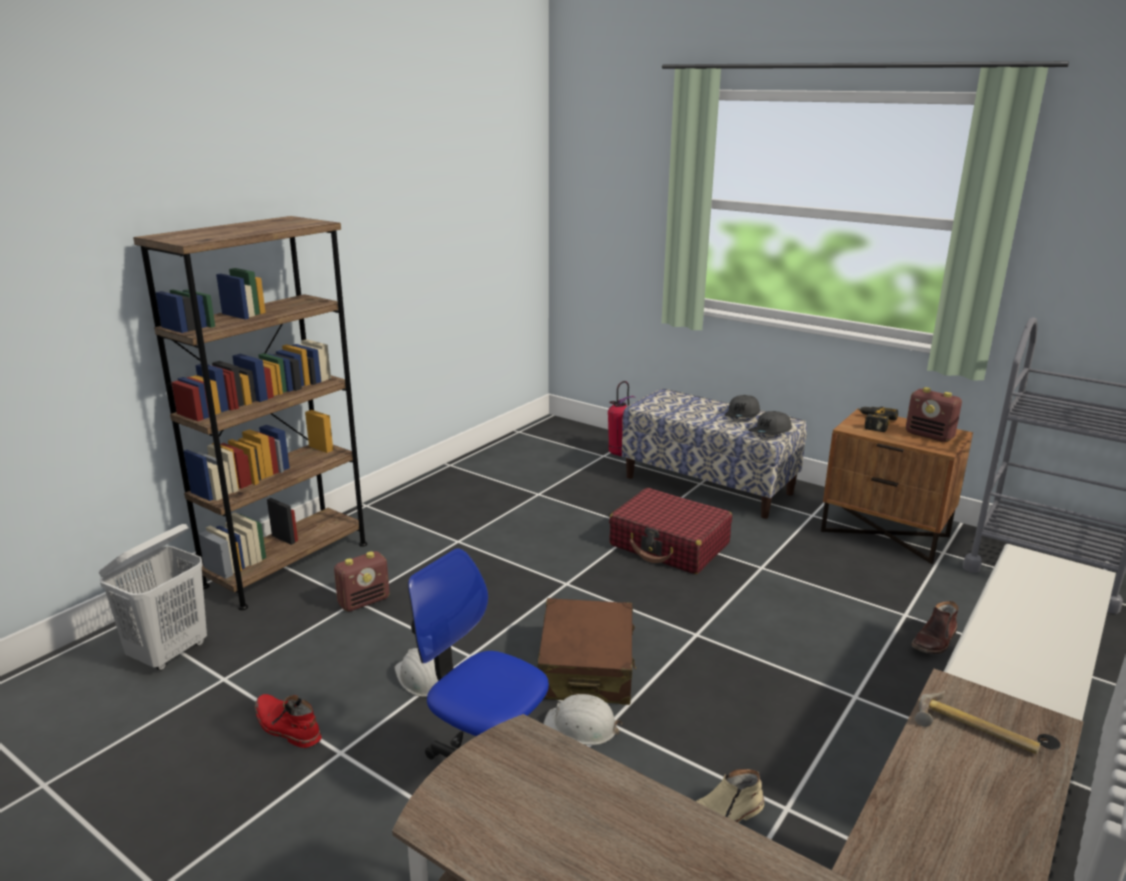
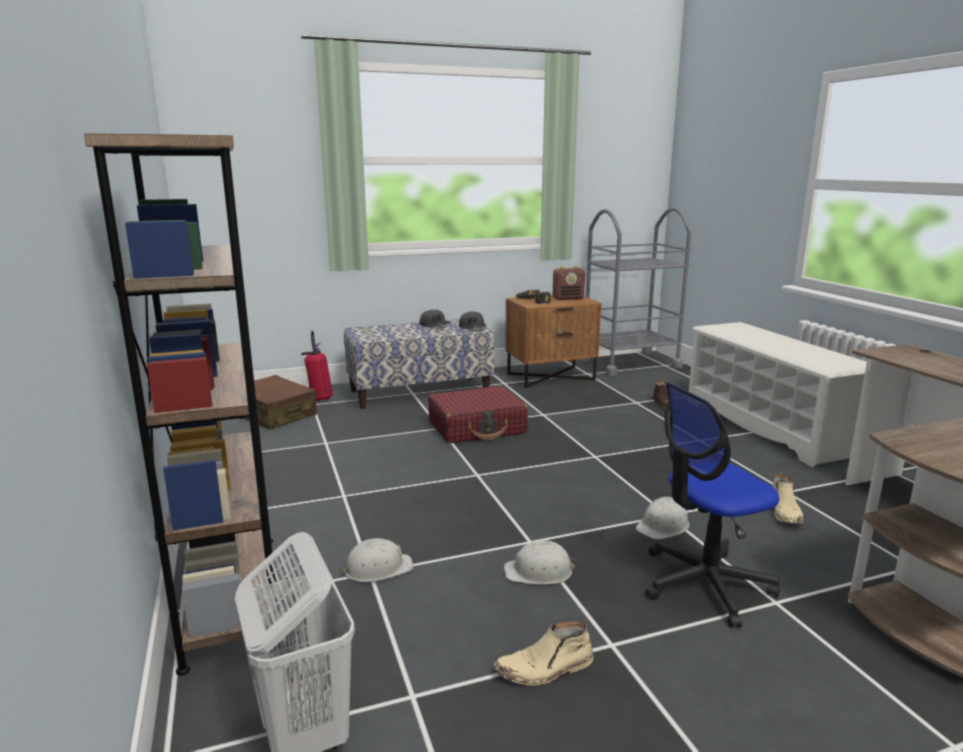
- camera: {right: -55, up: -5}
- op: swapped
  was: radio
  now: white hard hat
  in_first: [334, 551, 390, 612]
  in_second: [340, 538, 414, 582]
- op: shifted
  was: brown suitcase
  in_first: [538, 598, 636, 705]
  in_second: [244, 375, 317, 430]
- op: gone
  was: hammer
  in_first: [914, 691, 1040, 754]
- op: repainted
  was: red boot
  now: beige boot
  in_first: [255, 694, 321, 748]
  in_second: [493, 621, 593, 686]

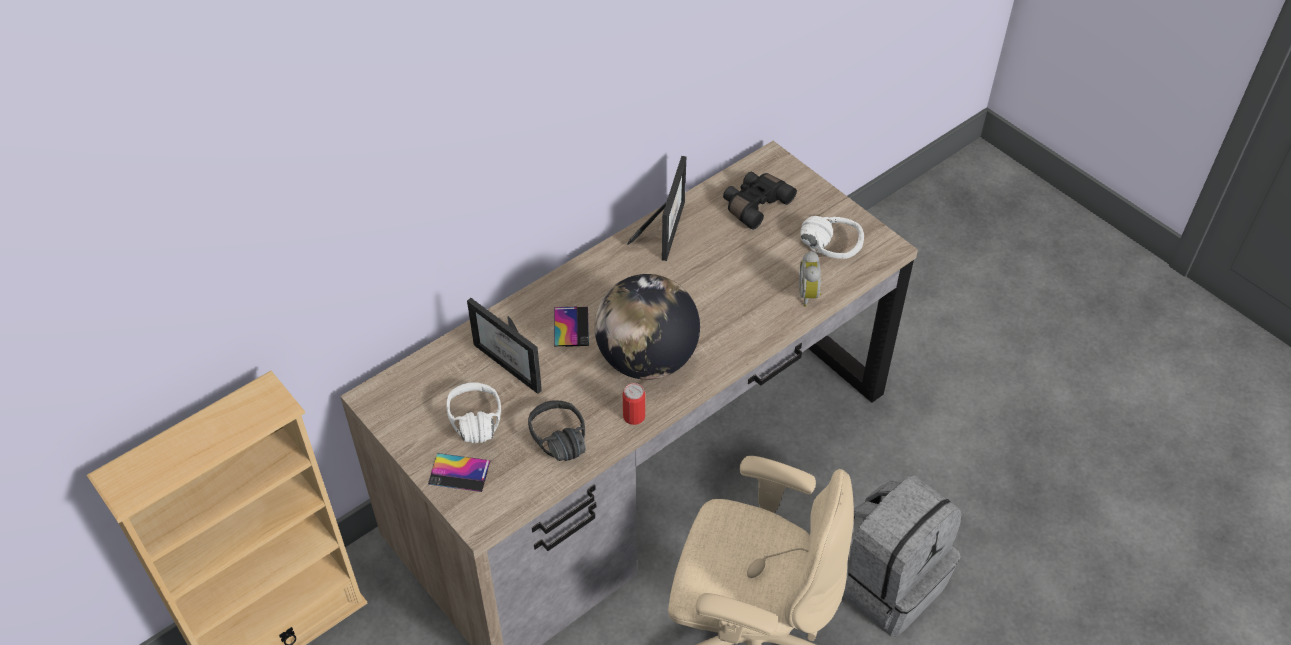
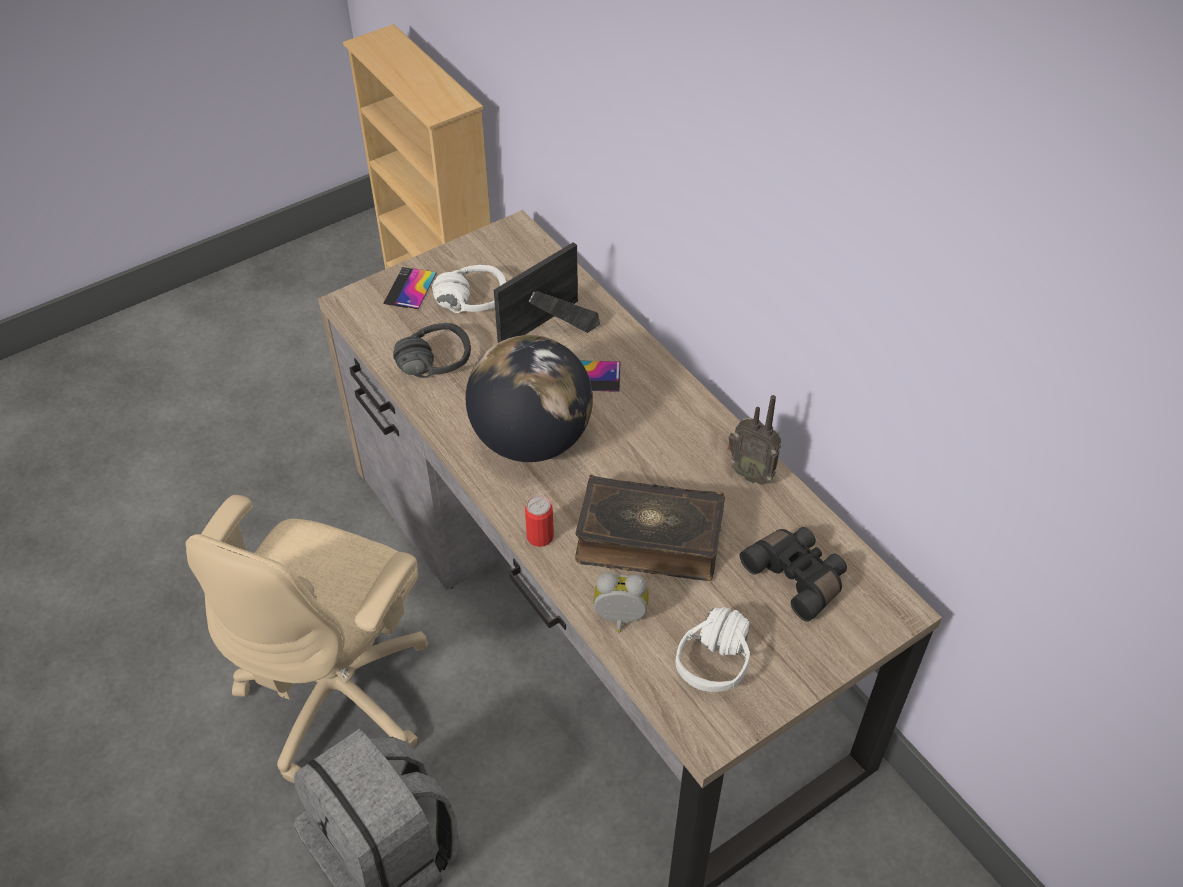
- camera: {right: 95, up: 0}
- op: swapped
  was: picture frame
  now: radio
  in_first: [627, 156, 686, 261]
  in_second: [728, 395, 781, 485]
- op: shifted
  was: can
  in_first: [623, 383, 645, 425]
  in_second: [525, 495, 554, 547]
- op: new
  now: book
  in_second: [575, 475, 725, 581]

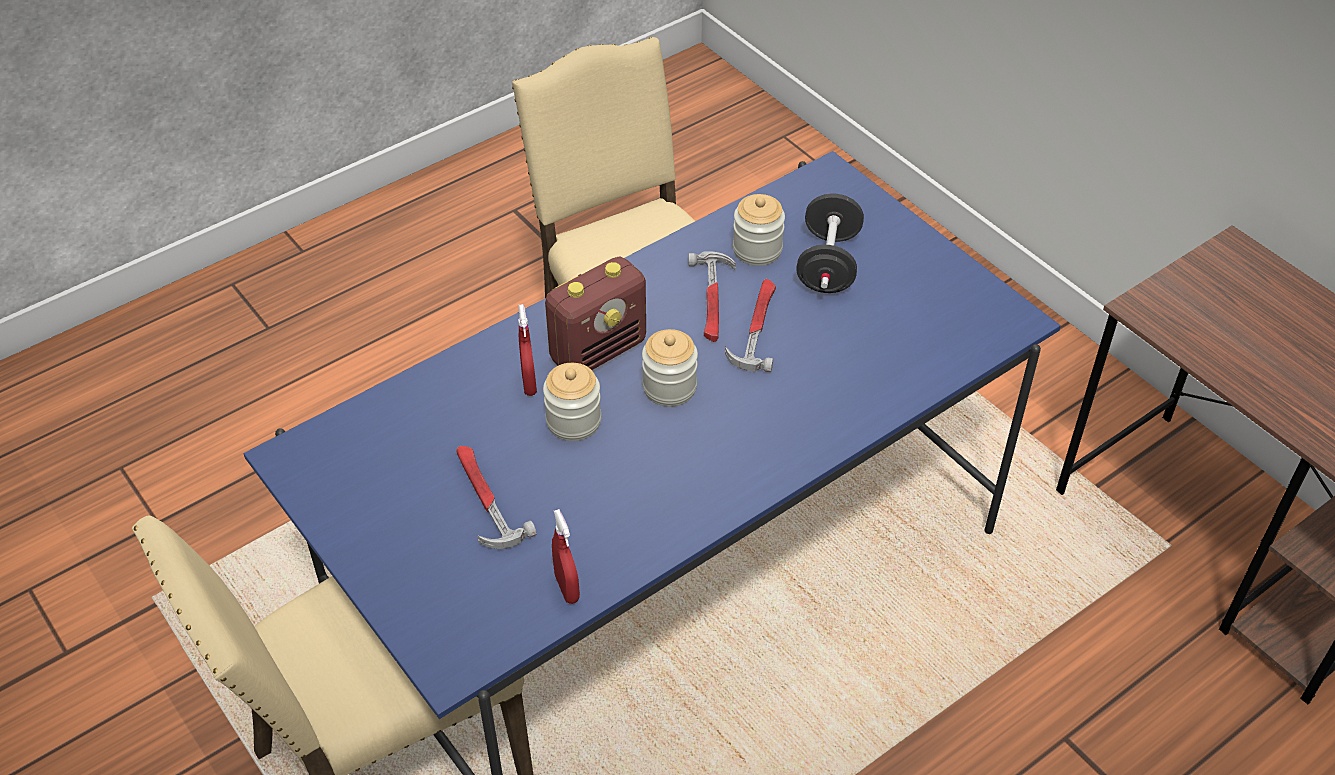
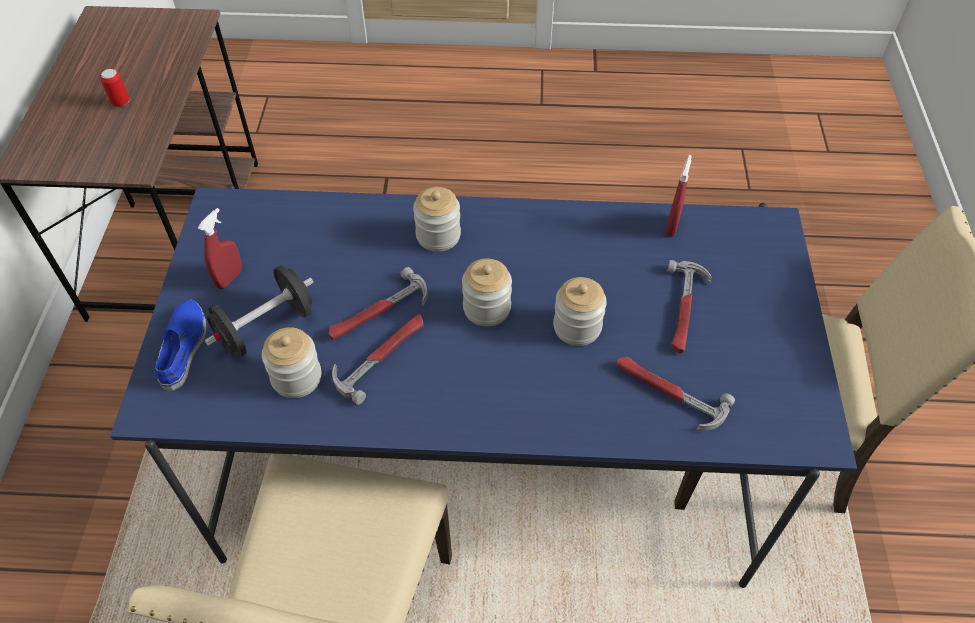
- camera: {right: -140, up: 5}
- op: gone
  was: radio
  in_first: [545, 256, 646, 370]
- op: shifted
  was: red spray bottle
  in_first: [518, 304, 537, 396]
  in_second: [198, 208, 242, 289]
- op: new
  now: can
  in_second: [100, 69, 129, 107]
- op: new
  now: jar
  in_second: [413, 187, 461, 252]
- op: new
  now: blue shoe
  in_second: [155, 299, 206, 391]
- op: new
  now: hammer
  in_second: [616, 357, 735, 431]

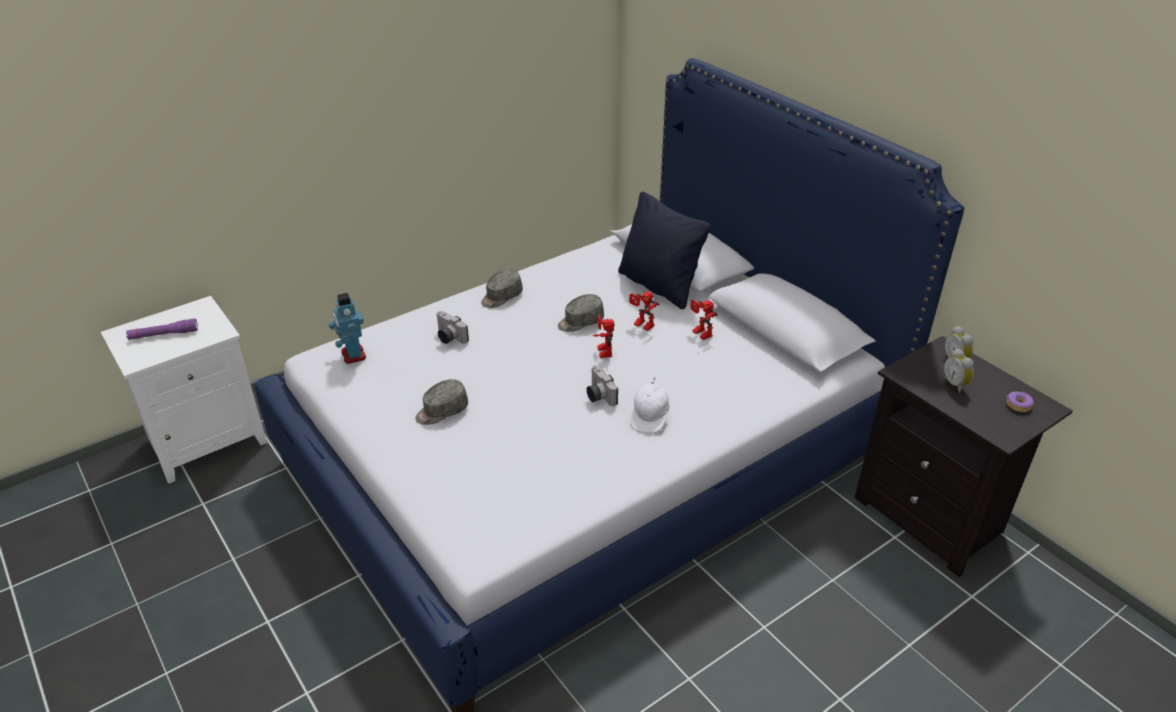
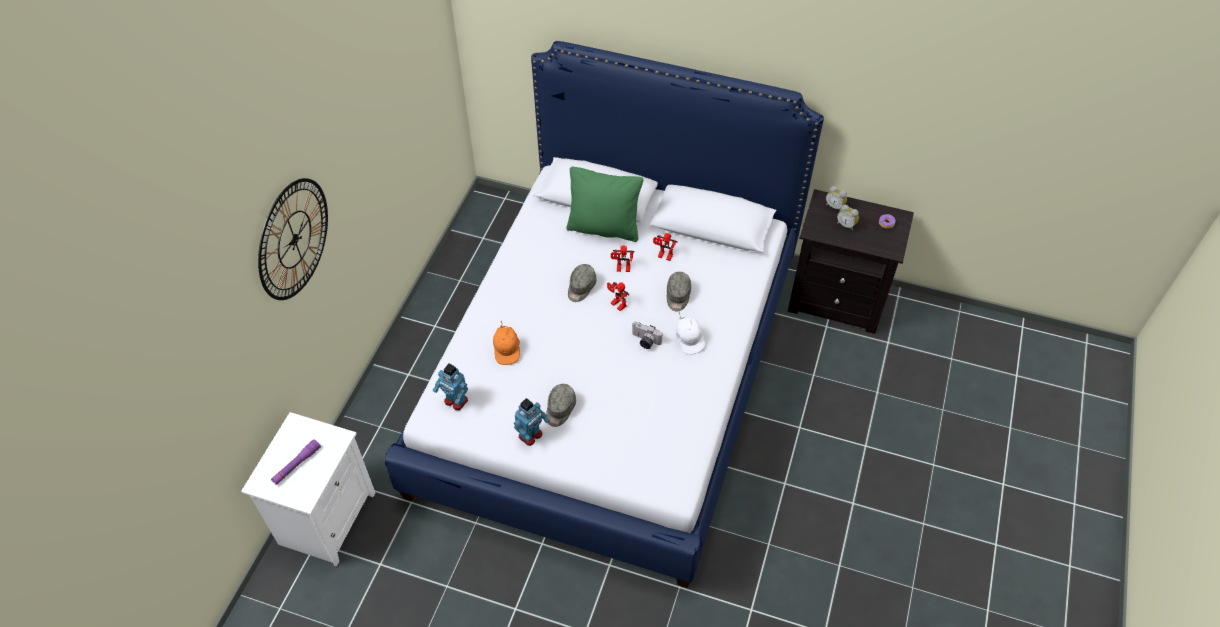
- camera: {right: -35, up: 15}
- op: repainted
  was: black pillow
  now: green pillow
  in_first: [618, 192, 711, 309]
  in_second: [566, 167, 643, 242]
- op: shifted
  was: grey cap
  in_first: [481, 269, 523, 308]
  in_second: [667, 272, 691, 311]
- op: swapped
  was: photo camera
  now: orange cap
  in_first: [436, 311, 469, 344]
  in_second: [493, 321, 520, 365]
- op: new
  now: wall clock
  in_second: [258, 178, 328, 300]
- op: new
  now: toy robot
  in_second: [514, 398, 550, 446]

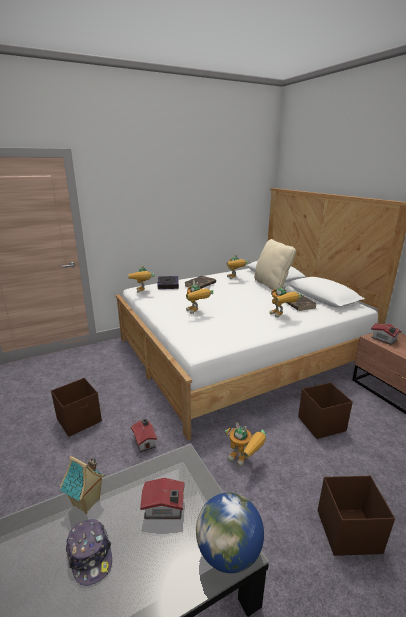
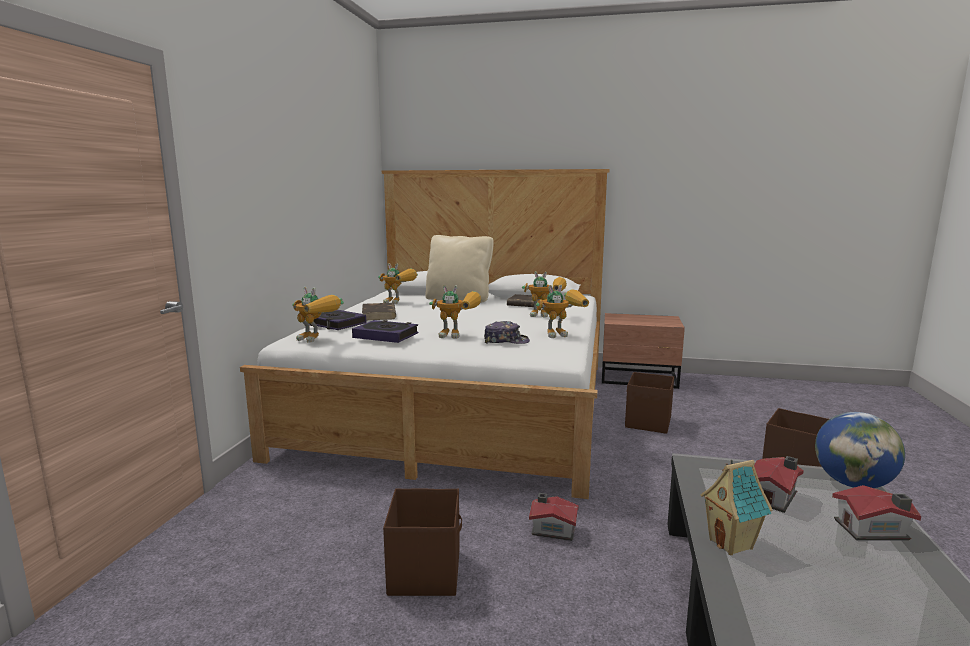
- camera: {right: -50, up: -10}
- op: shifted
  was: toy house
  in_first: [371, 323, 402, 345]
  in_second: [832, 485, 921, 540]
- op: shifted
  was: toy robot
  in_first: [225, 422, 266, 466]
  in_second: [536, 285, 589, 338]
- op: shifted
  was: cap
  in_first: [66, 519, 112, 586]
  in_second: [484, 321, 530, 344]
- op: new
  now: book
  in_second: [352, 320, 419, 343]

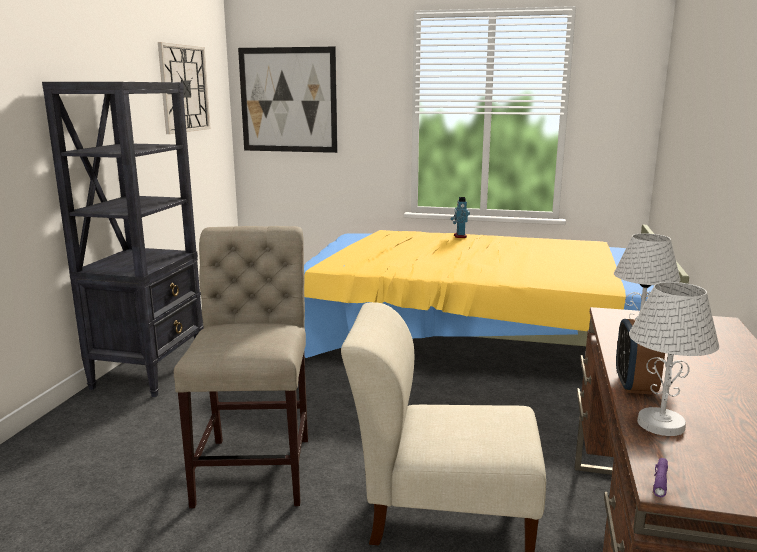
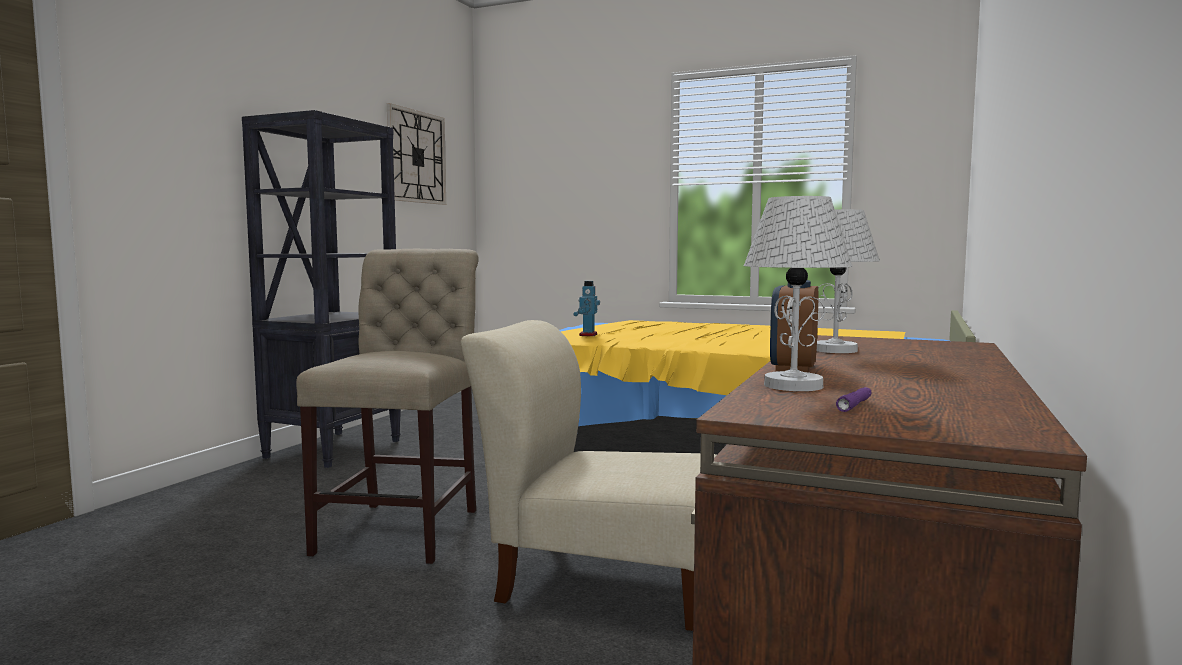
- camera: {right: 10, up: -10}
- op: gone
  was: picture
  in_first: [238, 47, 338, 153]
- op: shifted
  was: toy robot
  in_first: [451, 197, 470, 238]
  in_second: [573, 281, 600, 336]
- op: shifted
  was: purple flashlight
  in_first: [653, 458, 668, 497]
  in_second: [836, 387, 871, 412]

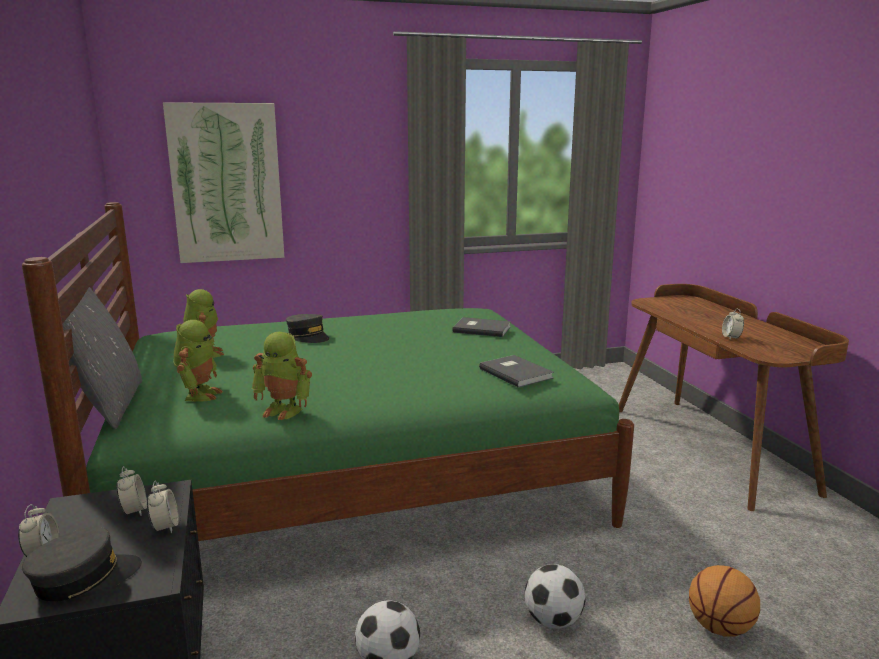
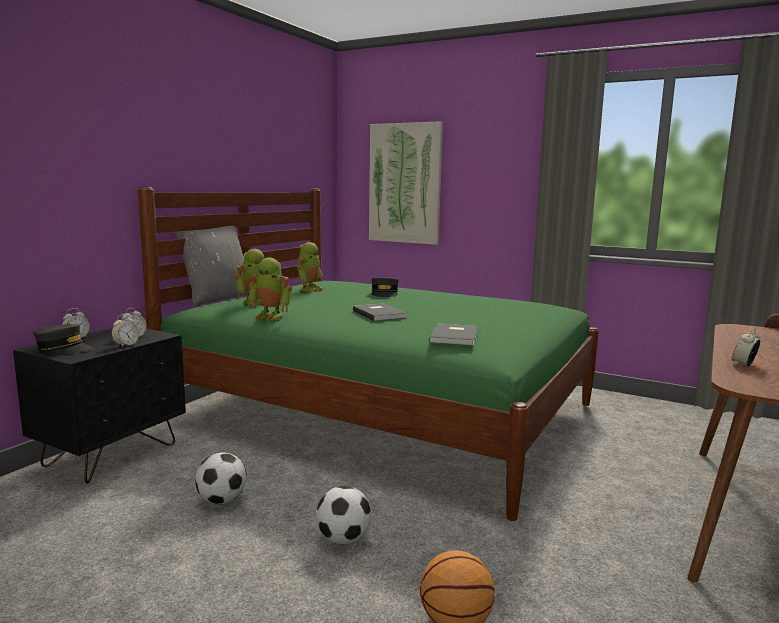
- camera: {right: 45, up: -5}
- op: shifted
  was: grey book
  in_first: [452, 317, 511, 337]
  in_second: [353, 304, 408, 321]
- op: rotated
  was: toy robot
  in_first: [252, 332, 312, 420]
  in_second: [248, 257, 292, 321]
  clockwise: -45

